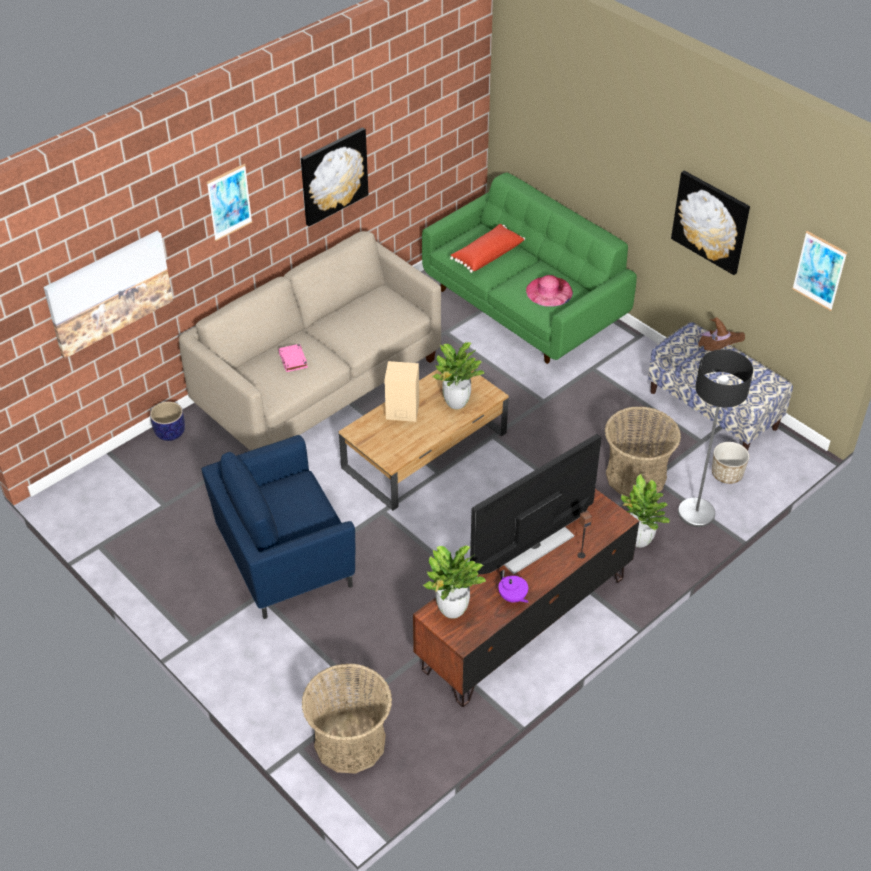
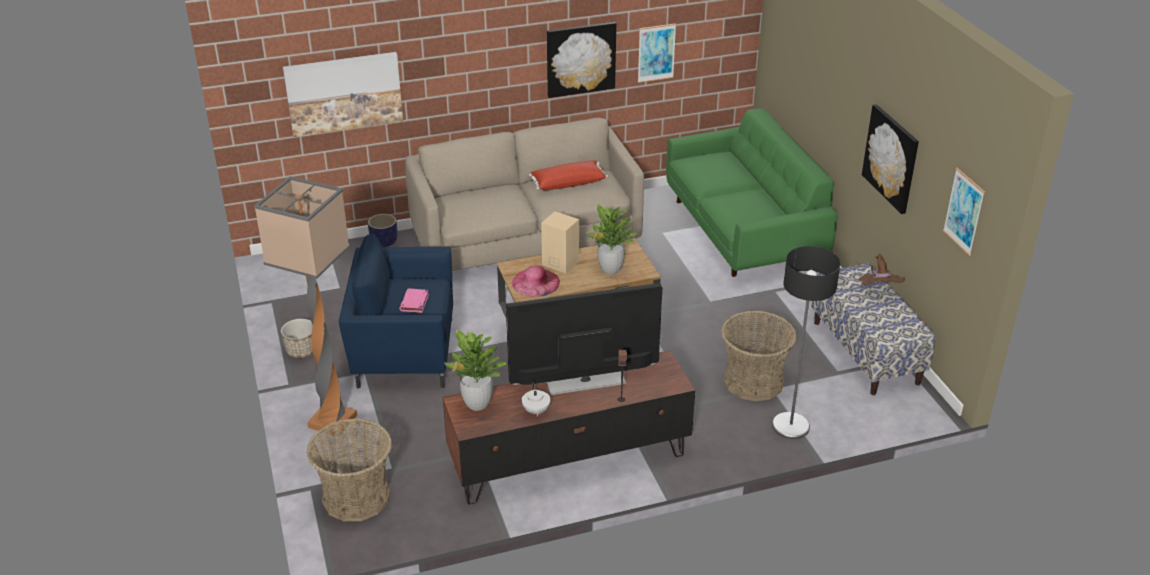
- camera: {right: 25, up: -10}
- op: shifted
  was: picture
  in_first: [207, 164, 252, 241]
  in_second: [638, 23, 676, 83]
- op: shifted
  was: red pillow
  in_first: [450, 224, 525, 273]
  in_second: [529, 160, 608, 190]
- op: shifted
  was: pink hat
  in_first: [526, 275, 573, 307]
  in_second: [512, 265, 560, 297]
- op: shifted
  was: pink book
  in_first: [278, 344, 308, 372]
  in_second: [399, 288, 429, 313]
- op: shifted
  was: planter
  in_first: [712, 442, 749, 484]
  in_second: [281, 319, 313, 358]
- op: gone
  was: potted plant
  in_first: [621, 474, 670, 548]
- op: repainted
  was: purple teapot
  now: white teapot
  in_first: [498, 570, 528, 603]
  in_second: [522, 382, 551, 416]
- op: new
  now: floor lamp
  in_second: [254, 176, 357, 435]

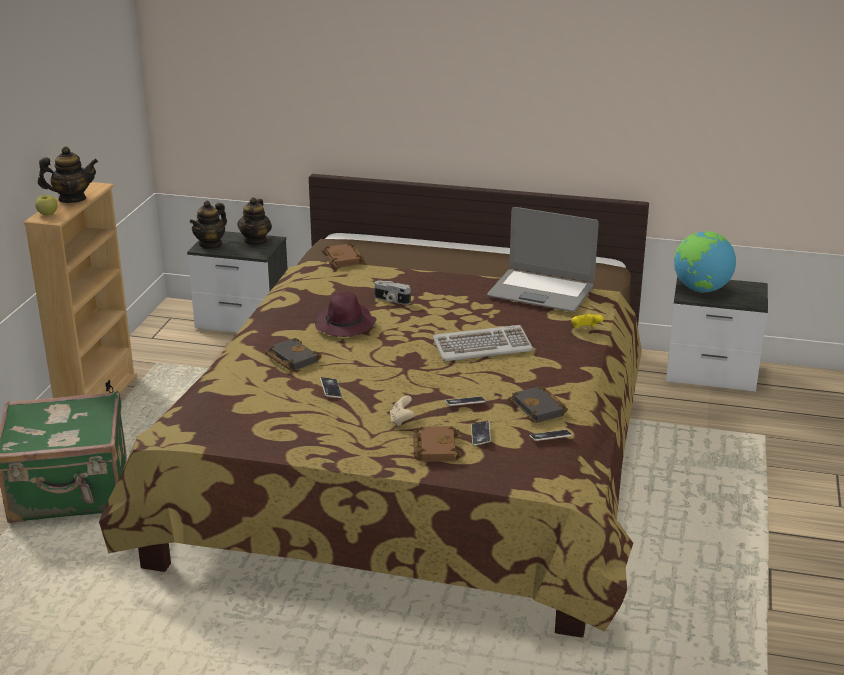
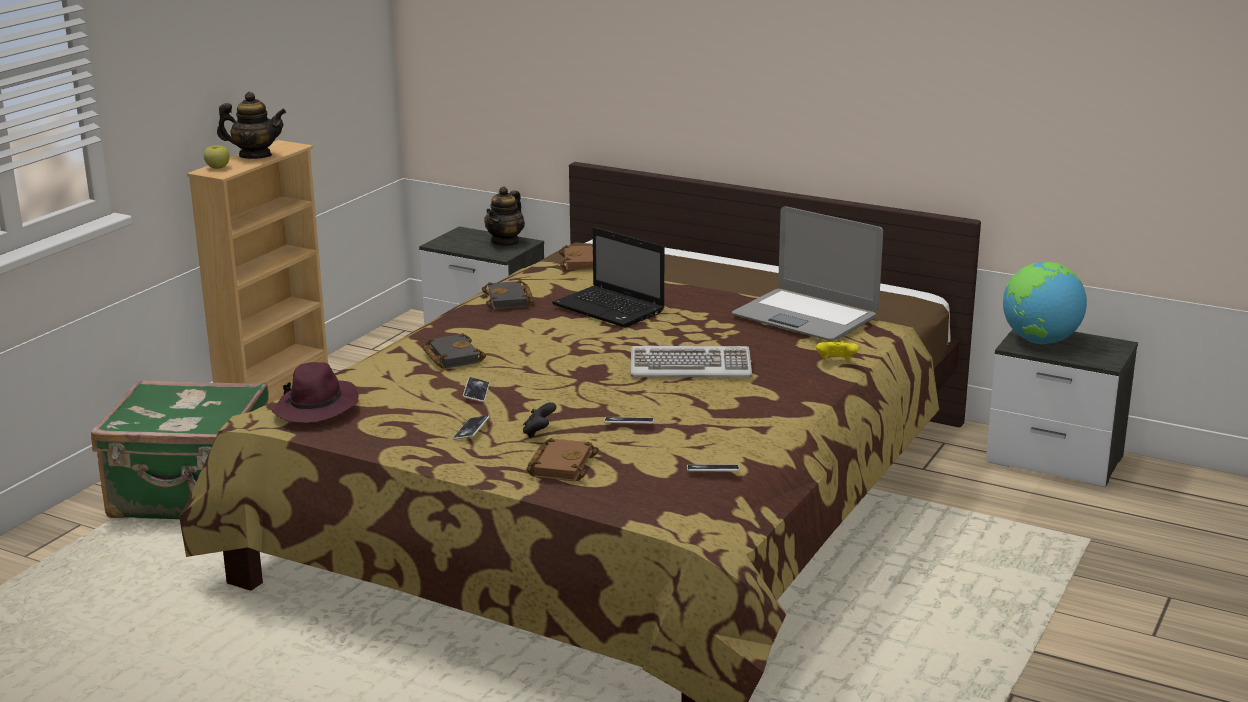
- camera: {right: 15, up: -5}
- op: gone
  was: teapot
  in_first: [190, 201, 227, 249]
- op: swapped
  was: photo camera
  now: laptop
  in_first: [375, 281, 411, 305]
  in_second: [552, 227, 665, 328]
- op: shifted
  was: purple hat
  in_first: [315, 292, 376, 337]
  in_second: [272, 362, 358, 423]
- op: shifted
  was: black book
  in_first: [508, 386, 568, 423]
  in_second: [482, 280, 534, 309]
- op: repainted
  was: beige game controller
  now: black game controller
  in_first: [390, 395, 414, 427]
  in_second: [523, 402, 556, 438]
- op: shifted
  was: phone
  in_first: [471, 421, 491, 446]
  in_second: [453, 416, 489, 440]

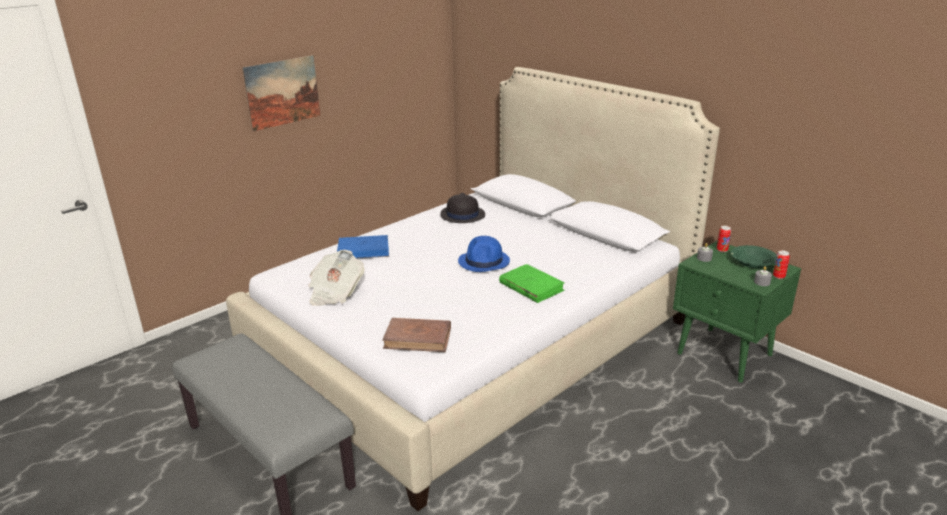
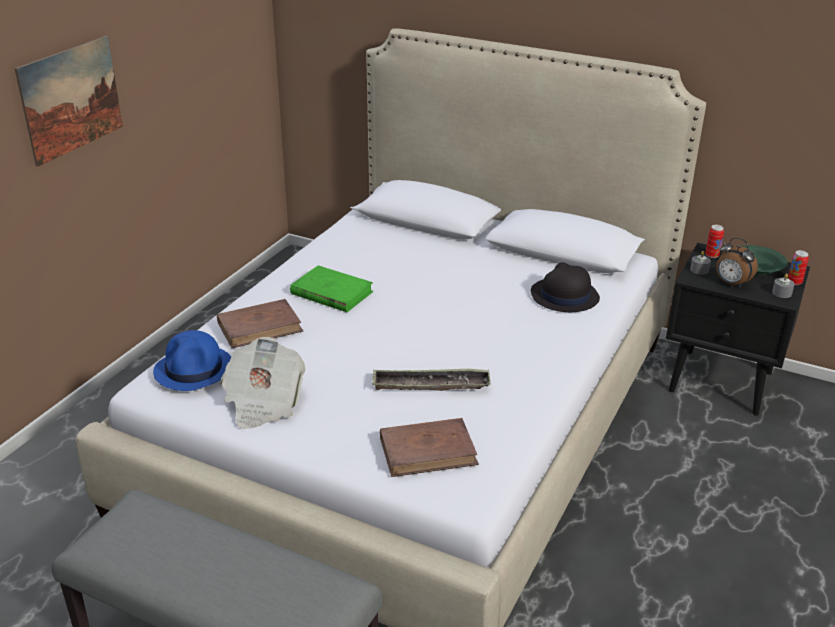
- camera: {right: -20, up: 5}
- op: shifted
  was: black hat
  in_first: [440, 193, 485, 223]
  in_second: [531, 262, 600, 312]
- op: repainted
  was: blue book
  now: brown book
  in_first: [337, 235, 389, 258]
  in_second: [217, 299, 304, 348]
- op: shifted
  was: blue hat
  in_first: [458, 236, 510, 272]
  in_second: [153, 330, 231, 391]
- op: repainted
  was: green nightstand
  now: black nightstand
  in_first: [673, 241, 801, 383]
  in_second: [666, 243, 810, 416]
- op: shifted
  was: green book
  in_first: [499, 264, 565, 303]
  in_second: [290, 265, 373, 312]
- op: new
  now: alarm clock
  in_second: [716, 237, 758, 288]
- op: new
  now: tray
  in_second: [372, 369, 491, 391]

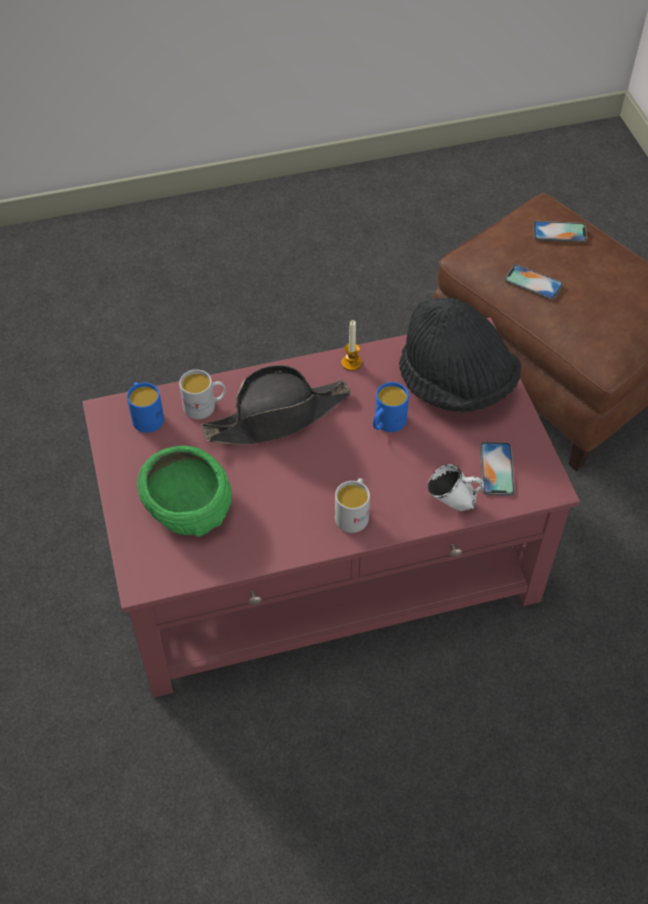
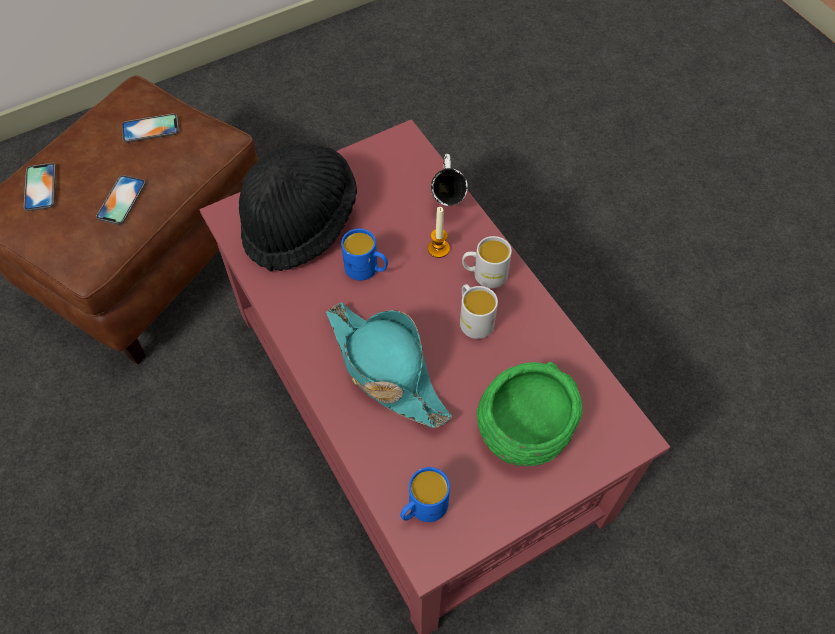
- camera: {right: -105, up: 5}
- op: shifted
  was: candle
  in_first: [341, 320, 362, 371]
  in_second: [428, 207, 450, 258]
- op: repainted
  was: black hat
  now: turquoise hat
  in_first: [201, 365, 351, 445]
  in_second: [326, 302, 452, 428]
- op: shifted
  was: white mug
  in_first: [179, 369, 226, 419]
  in_second: [460, 284, 498, 339]
- op: shifted
  was: phone
  in_first: [480, 442, 515, 496]
  in_second: [122, 114, 179, 143]

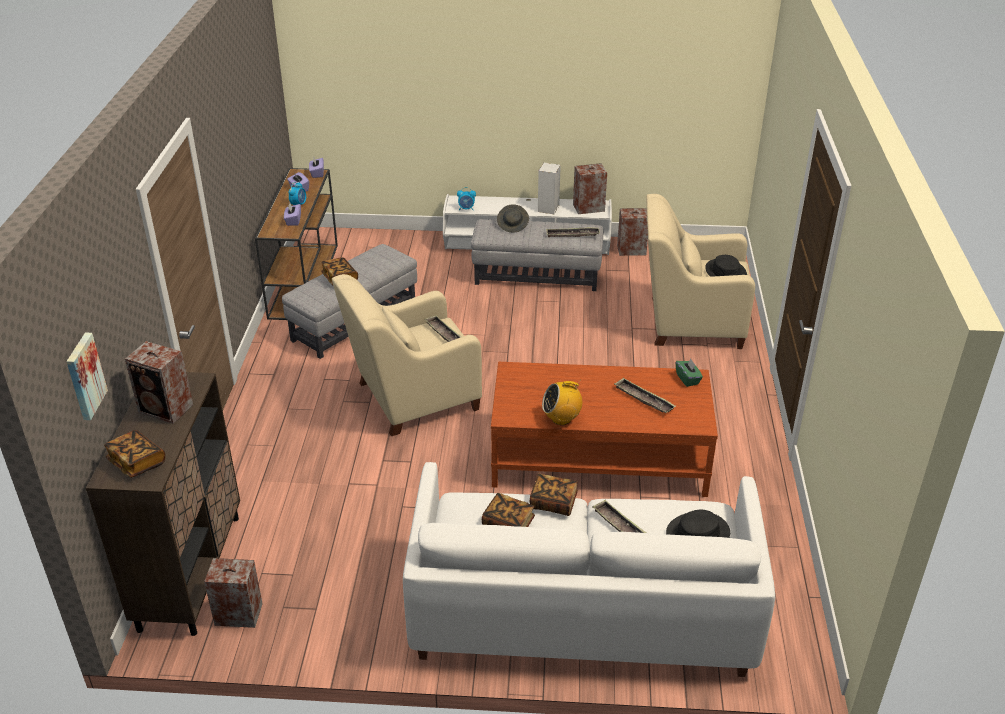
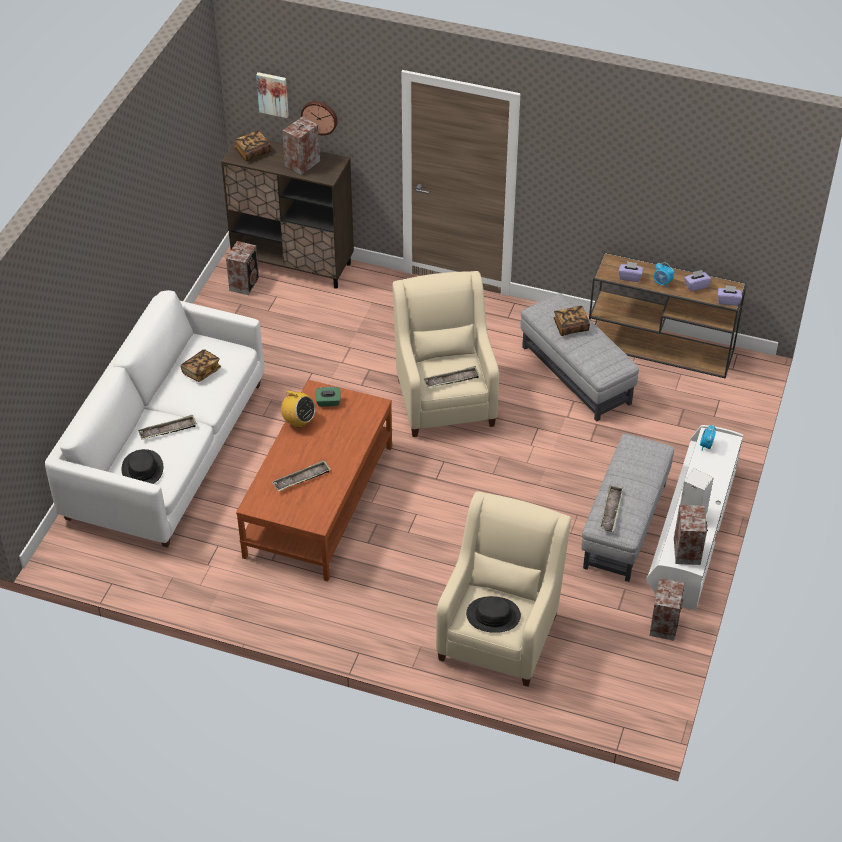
- camera: {right: 105, up: 10}
- op: gone
  was: grey hat
  in_first: [497, 204, 529, 232]
- op: shifted
  was: green tissue box
  in_first: [675, 358, 703, 387]
  in_second: [316, 387, 341, 407]
- op: rotated
  was: radio
  in_first: [542, 381, 582, 425]
  in_second: [279, 391, 315, 428]
  clockwise: 120
- op: gone
  was: book
  in_first: [530, 474, 578, 516]
- op: new
  now: wall clock
  in_second: [301, 101, 338, 135]

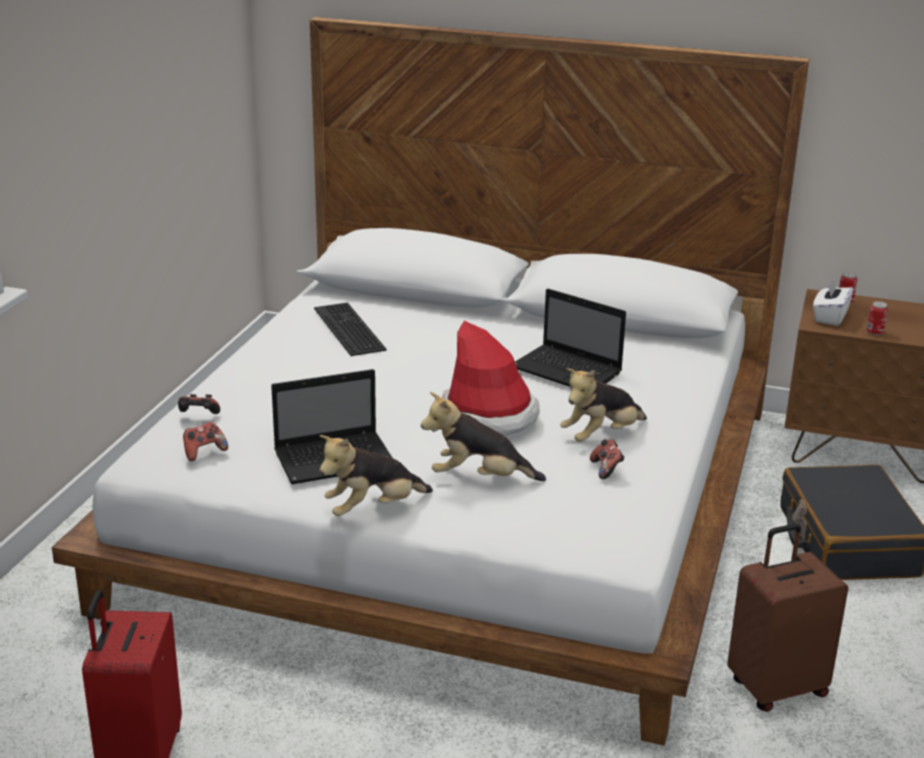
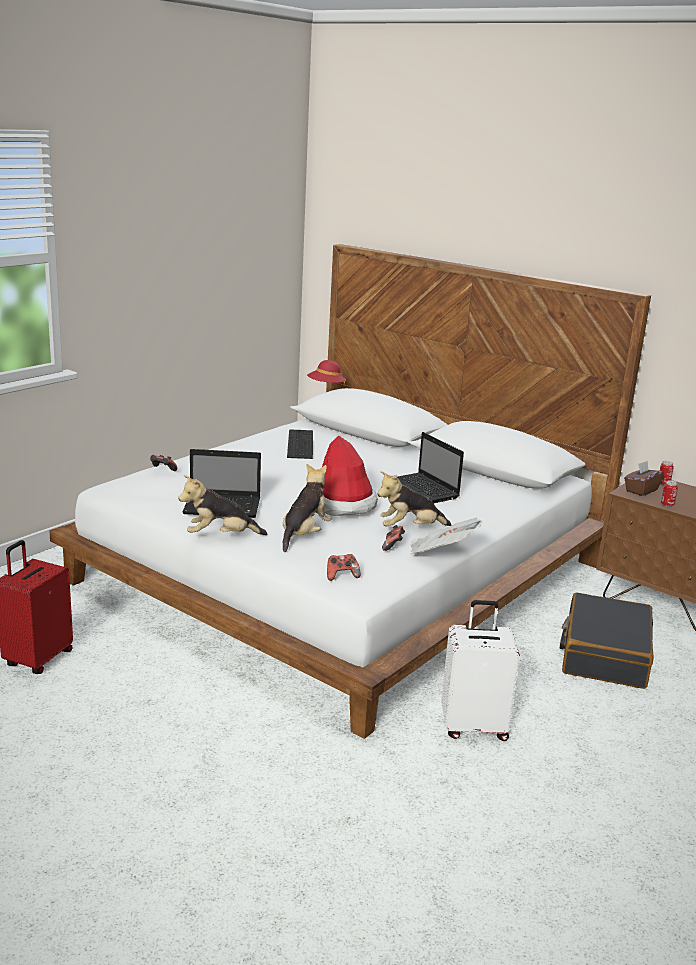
- camera: {right: 20, up: -5}
- op: repainted
  was: white tissue box
  now: brown tissue box
  in_first: [813, 278, 853, 326]
  in_second: [624, 461, 664, 496]
- op: rotated
  was: plush toy
  in_first: [421, 392, 546, 481]
  in_second: [283, 464, 331, 552]
  clockwise: 90
- op: shifted
  was: game controller
  in_first: [183, 422, 228, 461]
  in_second: [327, 554, 361, 581]
- op: repainted
  was: brown suitcase
  now: white suitcase
  in_first: [727, 524, 848, 712]
  in_second: [441, 600, 520, 741]
- op: new
  now: red hat
  in_second: [307, 360, 346, 386]
- op: new
  now: newspaper
  in_second: [411, 518, 482, 554]

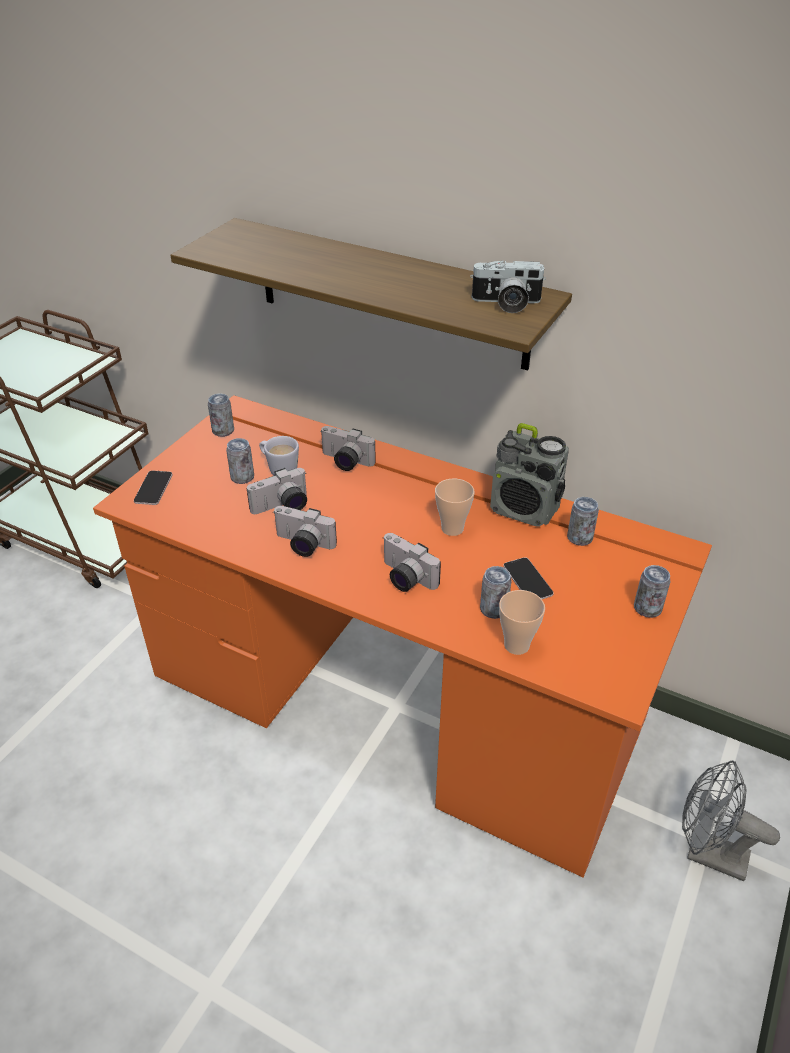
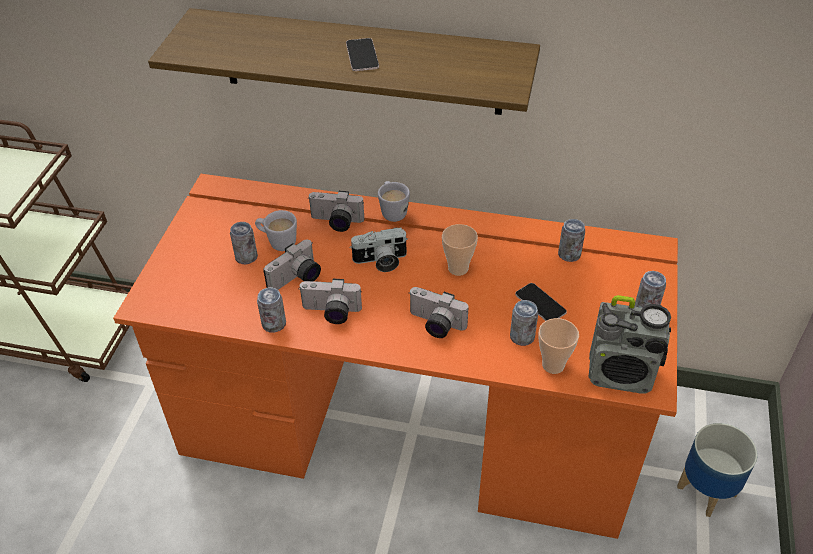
- camera: {right: -15, up: 5}
- op: shifted
  was: photo camera
  in_first: [470, 260, 546, 313]
  in_second: [349, 227, 408, 272]
- op: shifted
  was: can
  in_first: [208, 393, 234, 437]
  in_second: [257, 288, 286, 332]
- op: shifted
  was: radio
  in_first: [490, 423, 569, 527]
  in_second: [588, 295, 671, 394]
- op: shifted
  was: phone
  in_first: [134, 470, 173, 505]
  in_second: [346, 38, 379, 71]
- op: swapped
  was: grey fan
  now: planter
  in_first: [682, 760, 780, 881]
  in_second: [677, 423, 758, 517]
- op: new
  now: white mug
  in_second: [378, 181, 410, 222]

